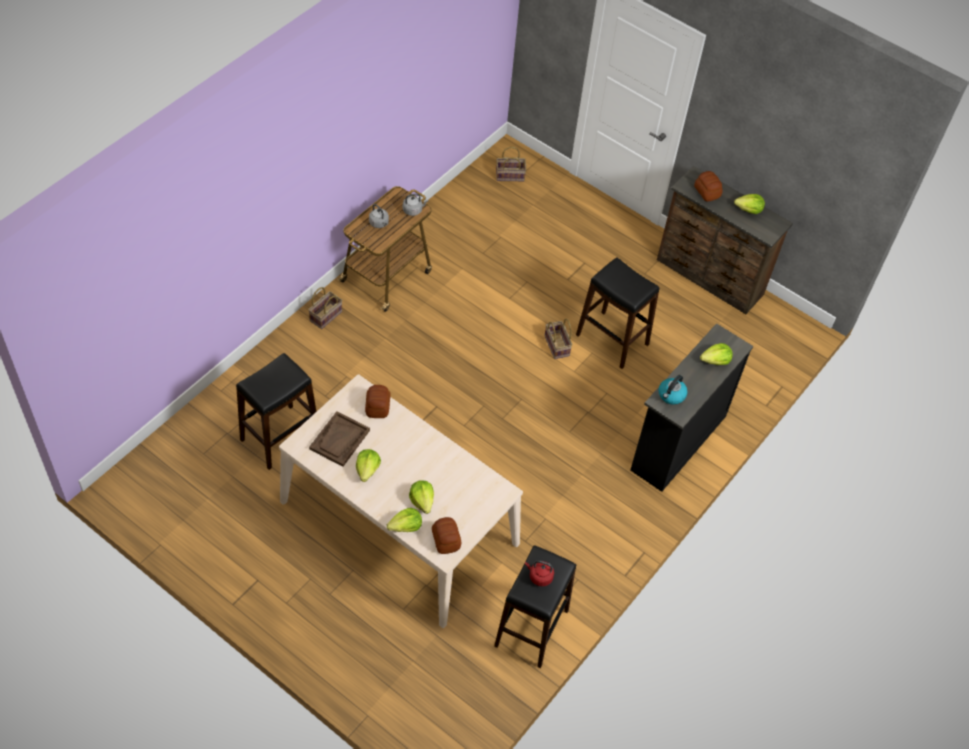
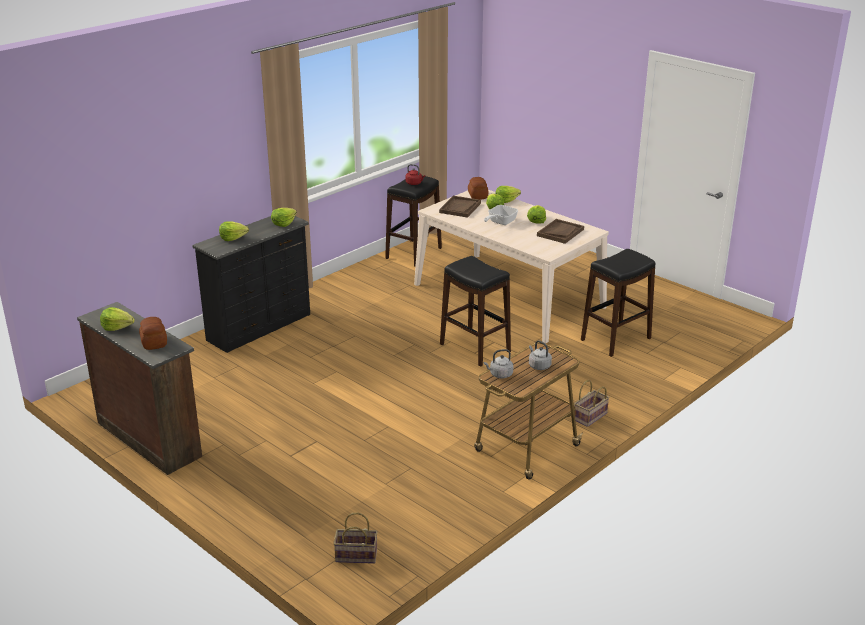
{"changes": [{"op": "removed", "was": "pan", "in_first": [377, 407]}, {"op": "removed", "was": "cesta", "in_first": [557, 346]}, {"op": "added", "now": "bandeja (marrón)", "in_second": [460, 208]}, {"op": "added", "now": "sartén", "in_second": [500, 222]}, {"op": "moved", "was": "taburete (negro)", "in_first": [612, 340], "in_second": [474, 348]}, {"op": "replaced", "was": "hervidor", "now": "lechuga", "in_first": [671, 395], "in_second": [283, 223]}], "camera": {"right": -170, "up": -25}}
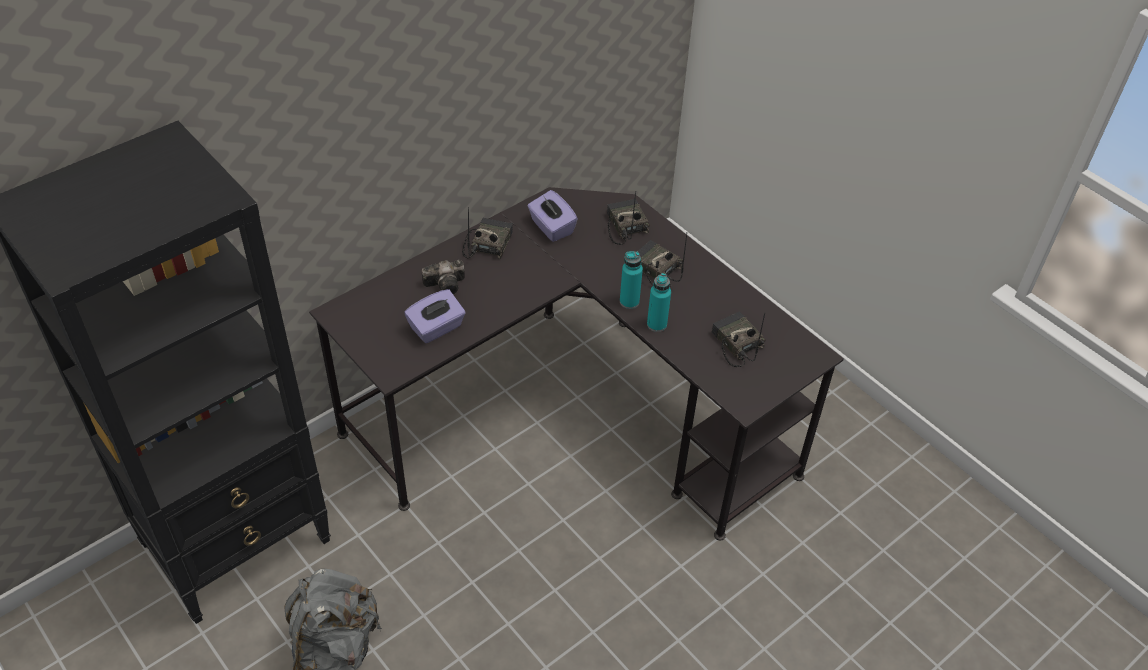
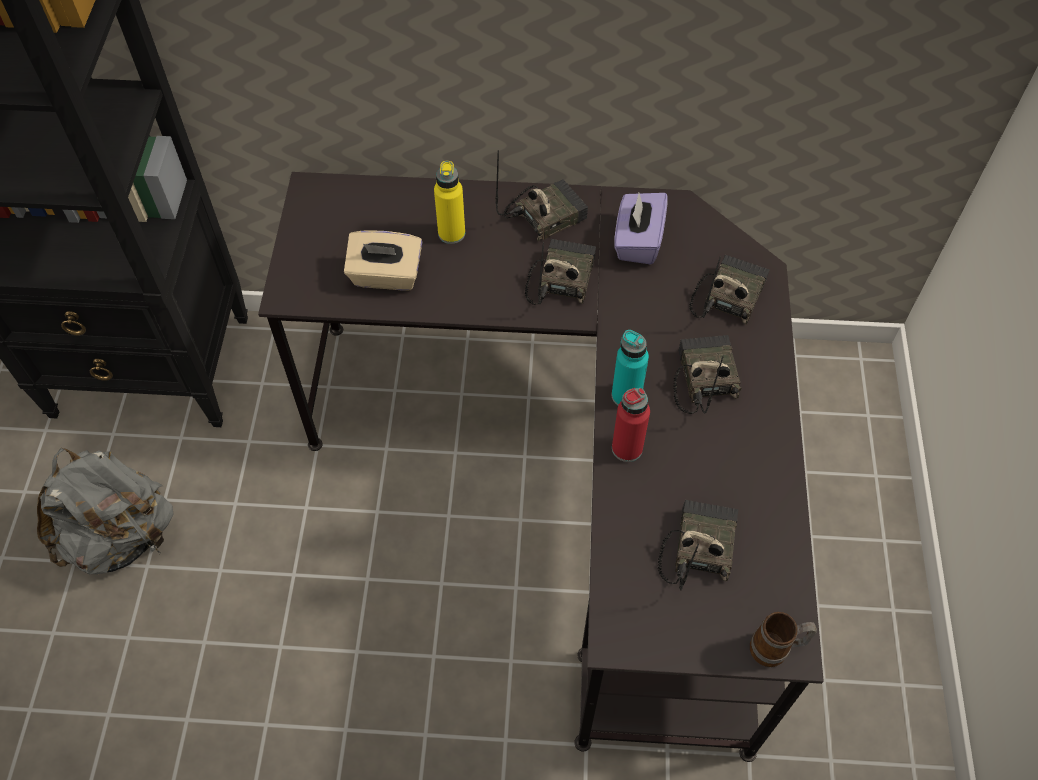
{"changes": [{"op": "added", "now": "radio", "in_second": [560, 279]}, {"op": "added", "now": "taza grande", "in_second": [776, 649]}, {"op": "replaced", "was": "cámara", "now": "botella (amarillo)", "in_first": [447, 284], "in_second": [451, 233]}, {"op": "recoloured", "was": "caja de pañuelos (morado)", "now": "caja de pañuelos (beis)", "in_first": [436, 328], "in_second": [386, 276]}, {"op": "recoloured", "was": "botella (turquesa)", "now": "botella (rojo)", "in_first": [656, 324], "in_second": [627, 448]}], "camera": {"right": 45, "up": 10}}
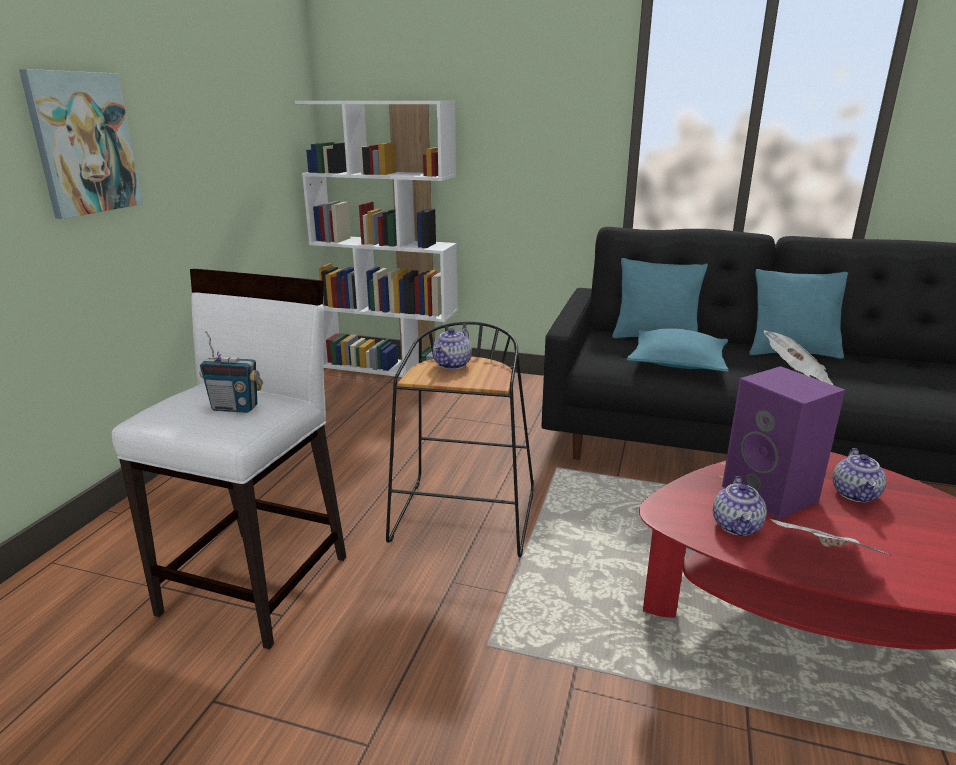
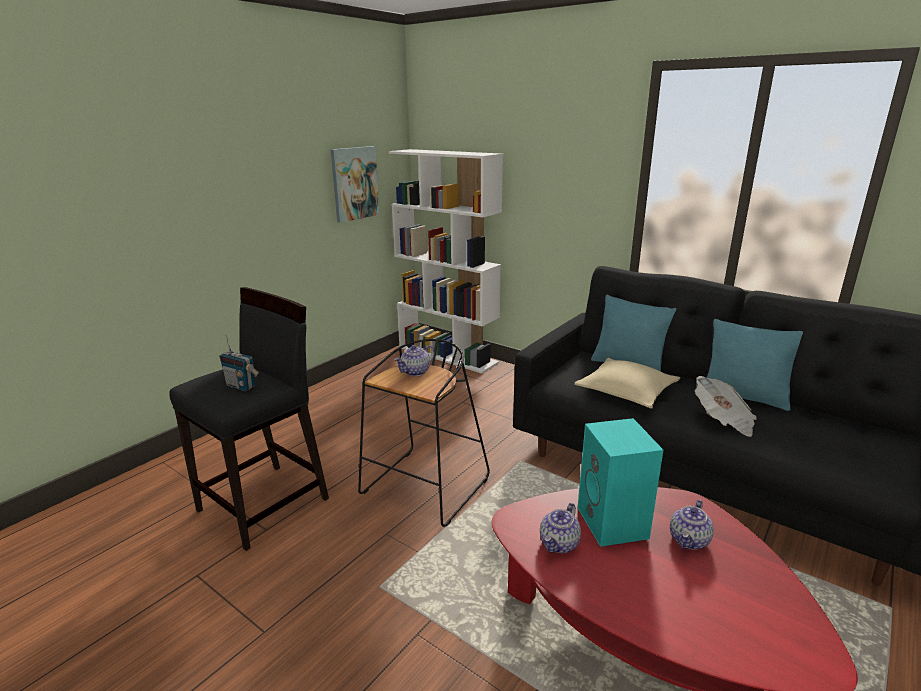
{"changes": [{"op": "removed", "was": "periódico", "in_first": [823, 561]}, {"op": "moved", "was": "cuadro", "in_first": [83, 143], "in_second": [354, 183]}, {"op": "recoloured", "was": "taburete (blanco)", "now": "taburete (negro)", "in_first": [258, 583], "in_second": [265, 504]}, {"op": "recoloured", "was": "cojín (turquesa)", "now": "cojín (beis)", "in_first": [677, 363], "in_second": [626, 392]}, {"op": "recoloured", "was": "altavoz (morado)", "now": "altavoz (turquesa)", "in_first": [772, 494], "in_second": [614, 524]}], "camera": {"right": 20, "up": 0}}
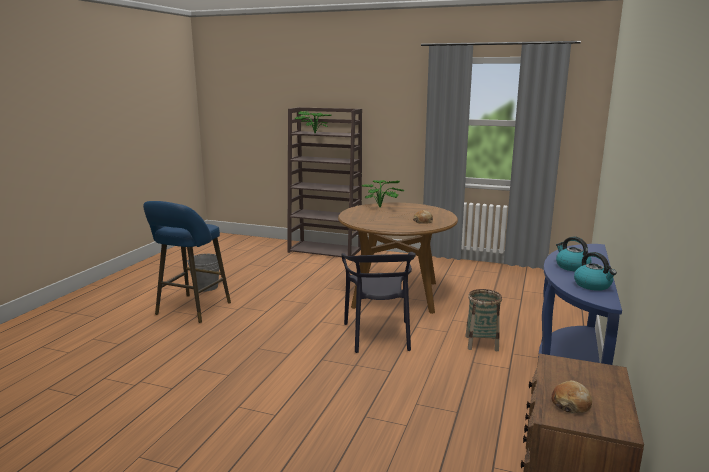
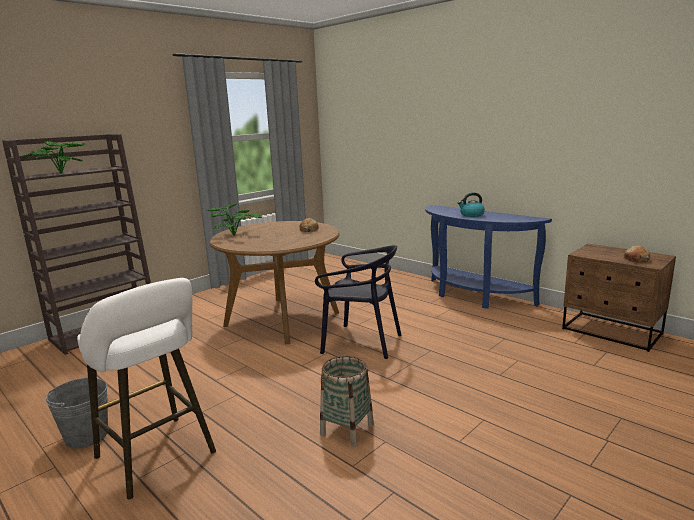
{"changes": [{"op": "removed", "was": "hervidor", "in_first": [593, 285]}, {"op": "moved", "was": "cesta", "in_first": [481, 343], "in_second": [347, 429]}, {"op": "recoloured", "was": "taburete (azul)", "now": "taburete (blanco)", "in_first": [191, 310], "in_second": [159, 457]}], "camera": {"right": -65, "up": 0}}
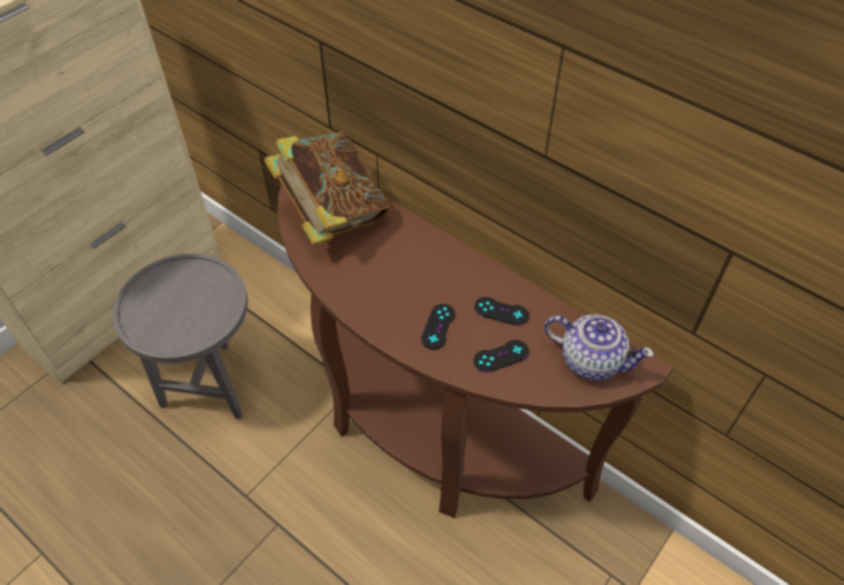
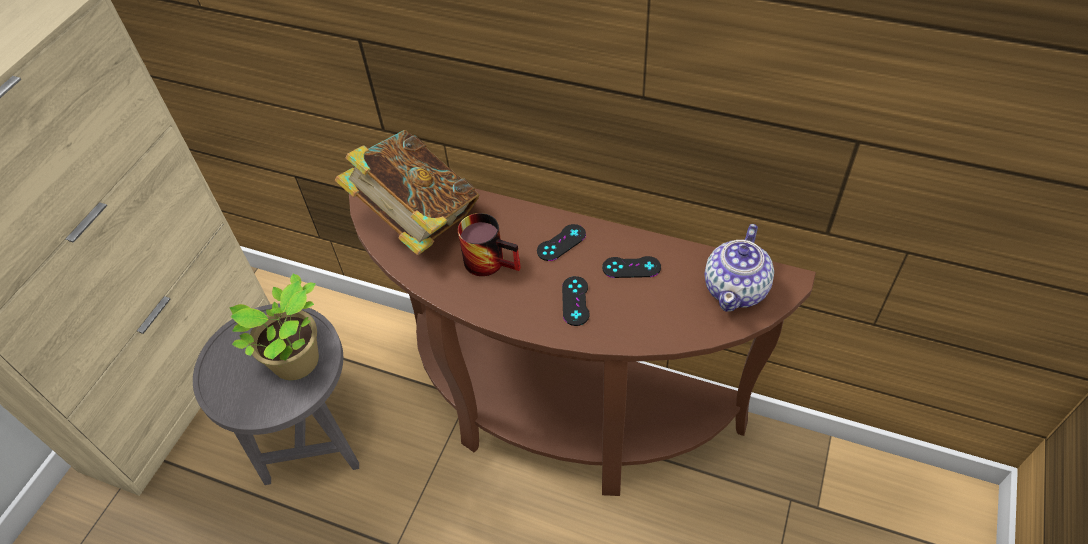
{"changes": [{"op": "added", "now": "planta en maceta", "in_second": [298, 363]}, {"op": "added", "now": "taza grande", "in_second": [492, 260]}, {"op": "moved", "was": "mando de consola (negro)", "in_first": [501, 356], "in_second": [561, 243]}, {"op": "turned", "was": "tetera", "in_first": [590, 360], "in_second": [736, 289], "clockwise": 105}], "camera": {"right": -15, "up": 0}}
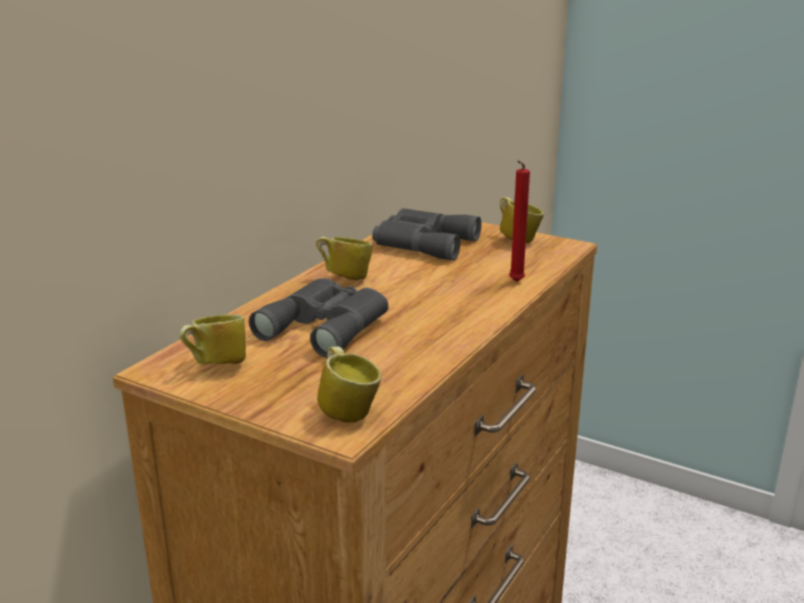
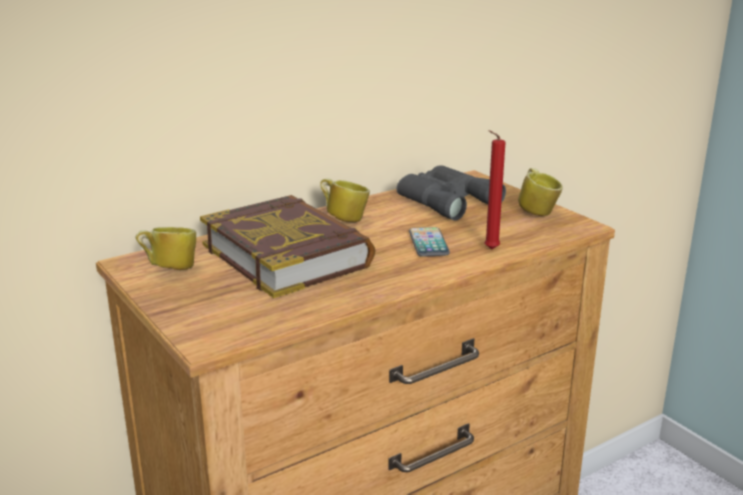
{"changes": [{"op": "removed", "was": "taza grande", "in_first": [348, 411]}, {"op": "added", "now": "móvil", "in_second": [428, 243]}, {"op": "replaced", "was": "prismáticos (gris)", "now": "libro", "in_first": [327, 325], "in_second": [287, 255]}], "camera": {"right": 25, "up": 0}}
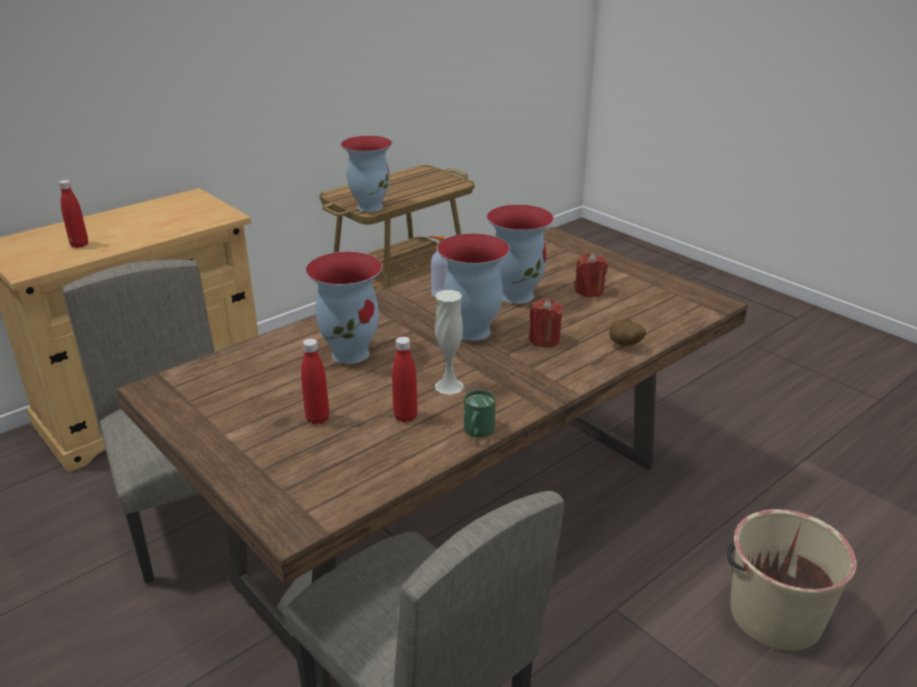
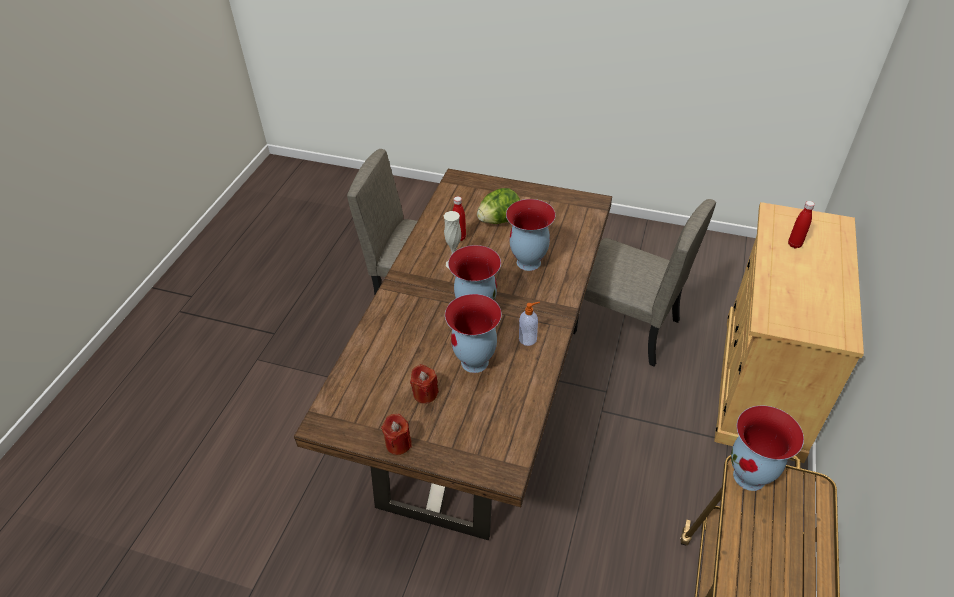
{"changes": [{"op": "removed", "was": "taza grande (verde)", "in_first": [477, 432]}, {"op": "removed", "was": "patata", "in_first": [624, 346]}, {"op": "removed", "was": "cubo (beis)", "in_first": [774, 614]}, {"op": "moved", "was": "vela (rojo)", "in_first": [544, 340], "in_second": [398, 444]}, {"op": "replaced", "was": "botella (rojo)", "now": "lechuga", "in_first": [317, 418], "in_second": [499, 220]}], "camera": {"right": 150, "up": 15}}
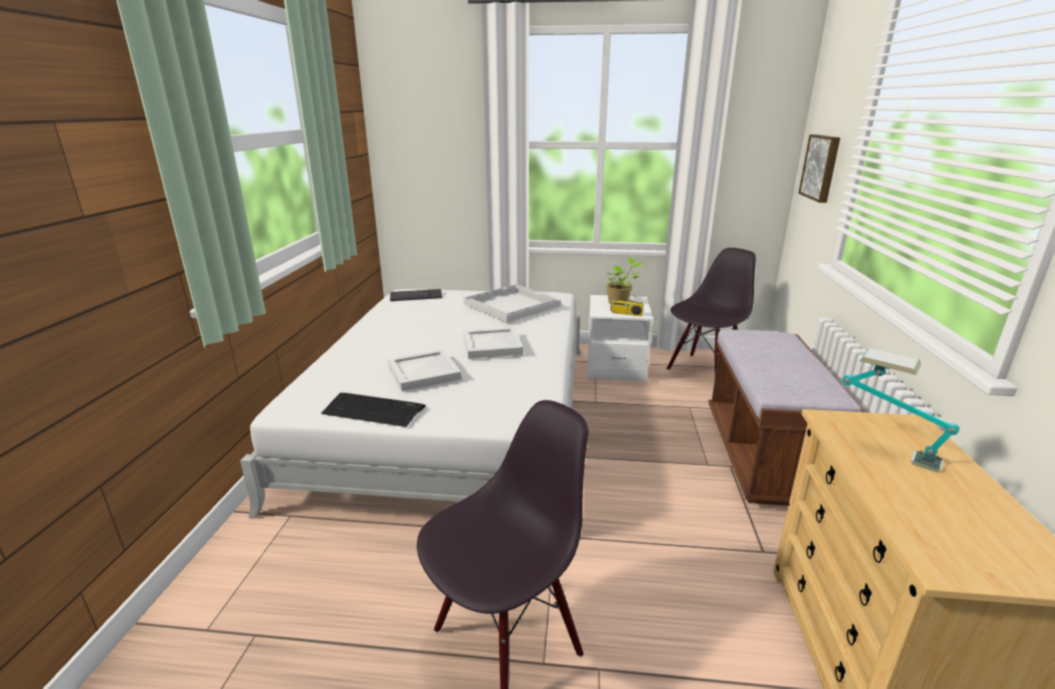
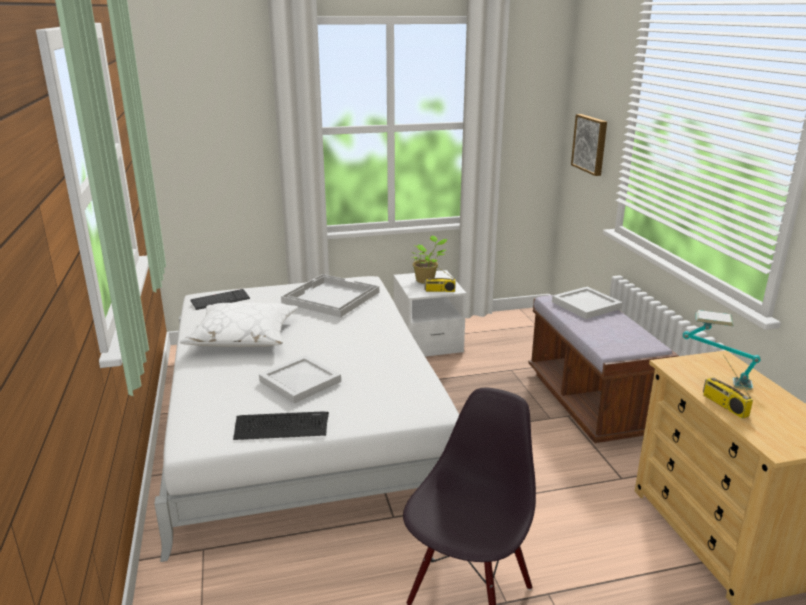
{"changes": [{"op": "removed", "was": "silla (negro)", "in_first": [704, 371]}, {"op": "added", "now": "cojín (blanco)", "in_second": [243, 336]}, {"op": "added", "now": "radio", "in_second": [723, 405]}, {"op": "moved", "was": "bandeja (blanco)", "in_first": [493, 346], "in_second": [587, 305]}], "camera": {"right": -20, "up": 0}}
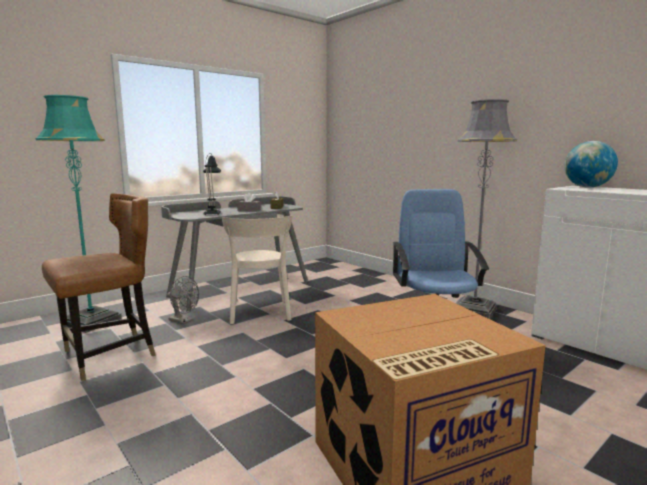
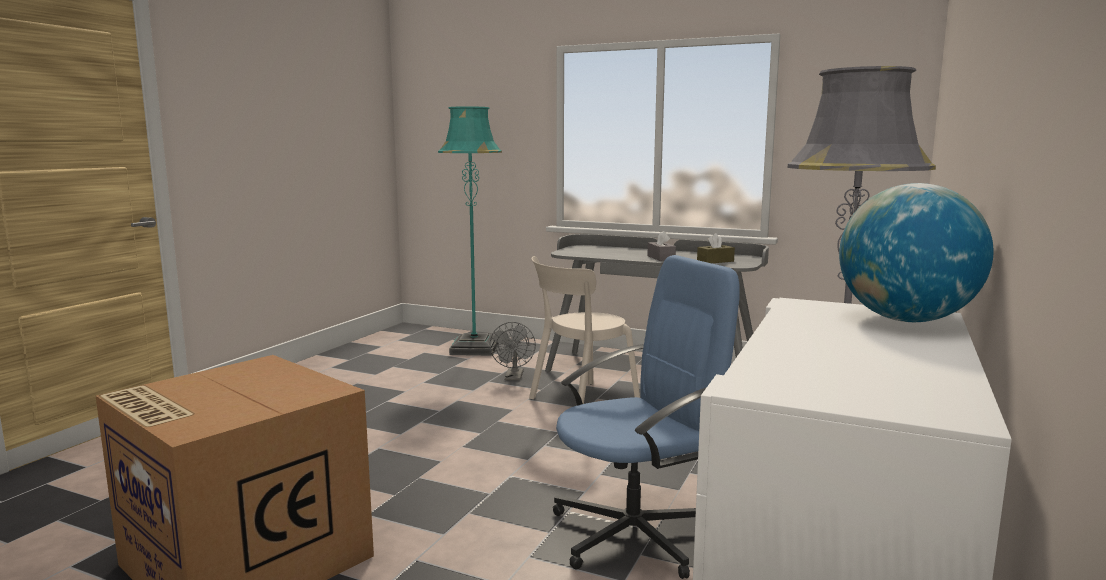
{"changes": [{"op": "removed", "was": "silla (marrón)", "in_first": [109, 355]}, {"op": "removed", "was": "lámpara de mesa", "in_first": [212, 213]}], "camera": {"right": 65, "up": 0}}
